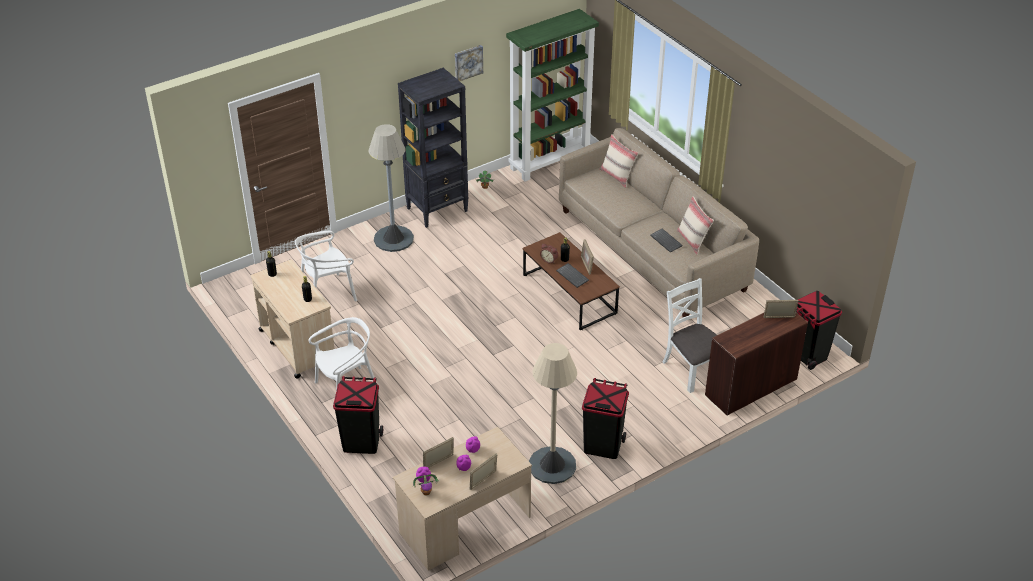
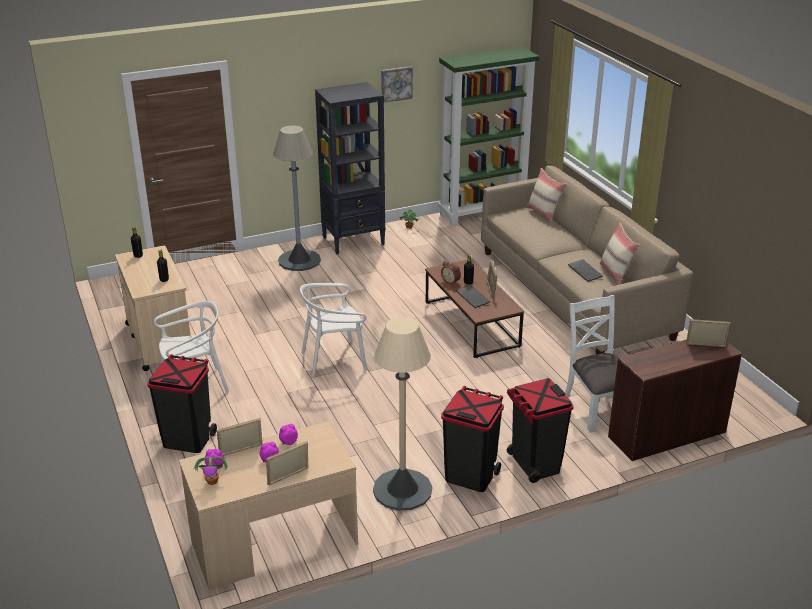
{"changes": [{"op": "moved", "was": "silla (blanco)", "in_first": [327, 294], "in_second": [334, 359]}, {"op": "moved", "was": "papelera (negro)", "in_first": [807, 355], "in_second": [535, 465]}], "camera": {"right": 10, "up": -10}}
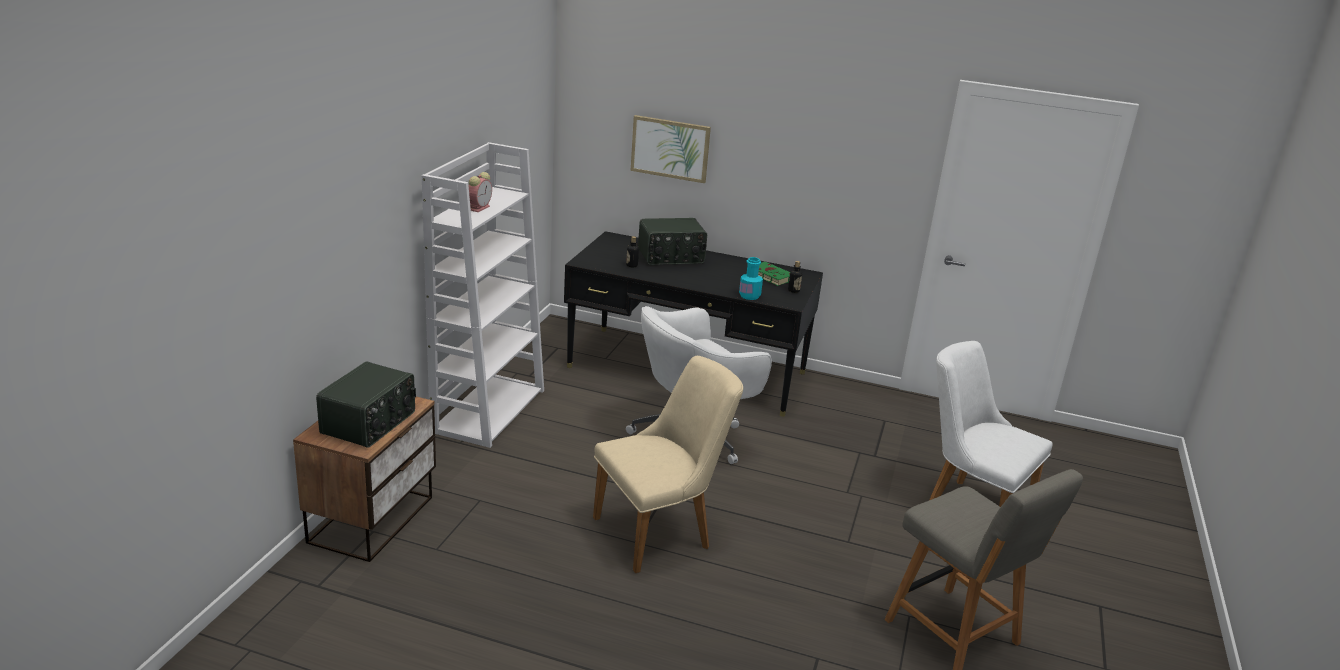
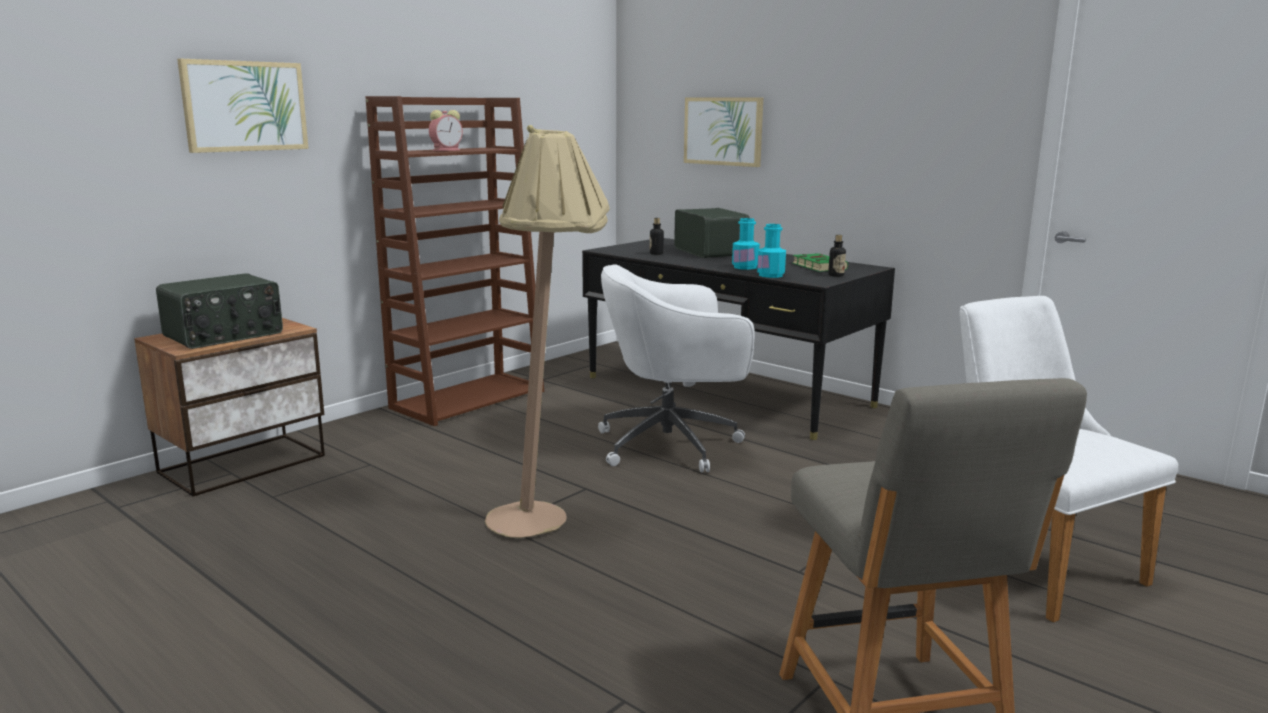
{"changes": [{"op": "added", "now": "cuadro", "in_second": [245, 106]}, {"op": "added", "now": "botella (turquesa)", "in_second": [745, 267]}, {"op": "replaced", "was": "silla (beis)", "now": "lámpara de pie (beis)", "in_first": [662, 531], "in_second": [546, 520]}, {"op": "recoloured", "was": "estantería (blanco)", "now": "estantería (marrón)", "in_first": [489, 410], "in_second": [469, 399]}, {"op": "turned", "was": "radio", "in_first": [671, 257], "in_second": [711, 251], "clockwise": -120}], "camera": {"right": 25, "up": -10}}
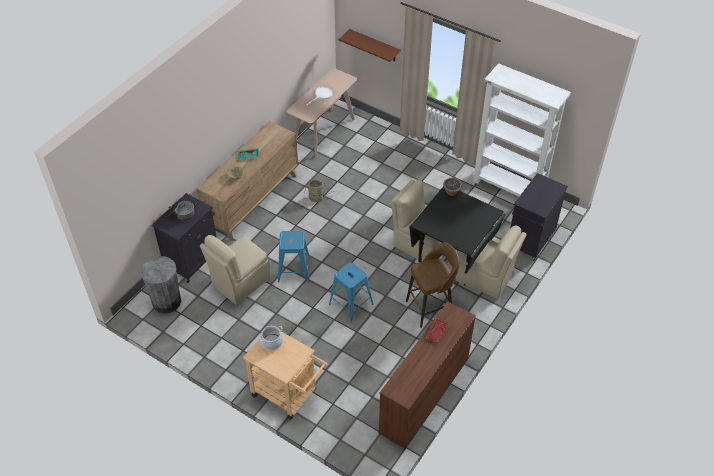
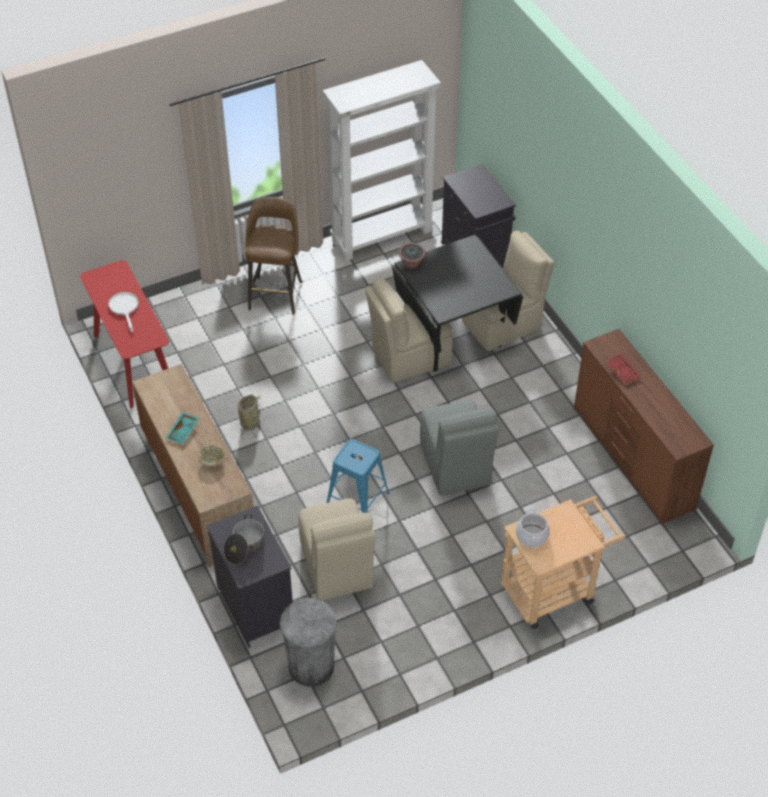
{"changes": [{"op": "removed", "was": "estante (marrón)", "in_first": [374, 46]}, {"op": "moved", "was": "taburete (marrón)", "in_first": [430, 308], "in_second": [276, 294]}, {"op": "replaced", "was": "taburete (azul)", "now": "silla (gris)", "in_first": [351, 304], "in_second": [455, 466]}, {"op": "recoloured", "was": "mesa consola (beis)", "now": "mesa consola (rojo)", "in_first": [323, 132], "in_second": [133, 362]}], "camera": {"right": -60, "up": 0}}
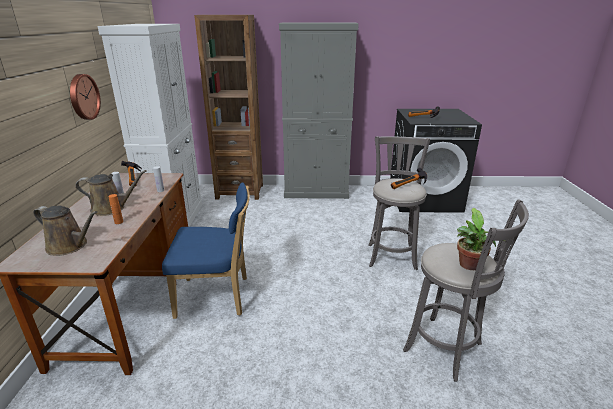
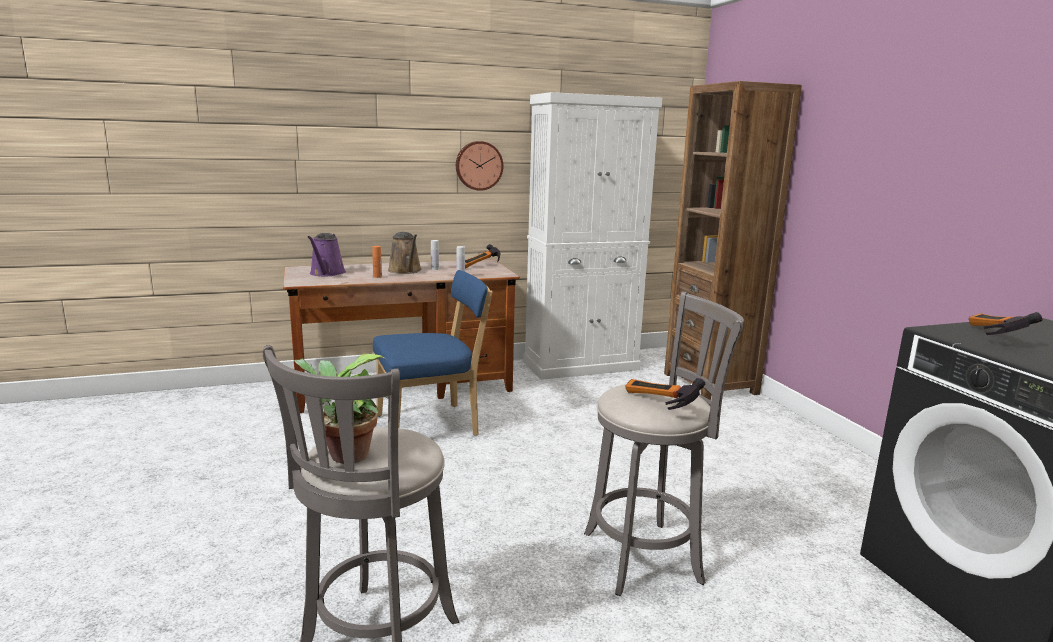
{"changes": [{"op": "removed", "was": "armario (gris)", "in_first": [316, 191]}, {"op": "recoloured", "was": "regadera (marrón)", "now": "regadera (morado)", "in_first": [70, 246], "in_second": [326, 273]}, {"op": "turned", "was": "silla (azul)", "in_first": [217, 297], "in_second": [432, 425], "clockwise": -90}], "camera": {"right": 70, "up": -10}}
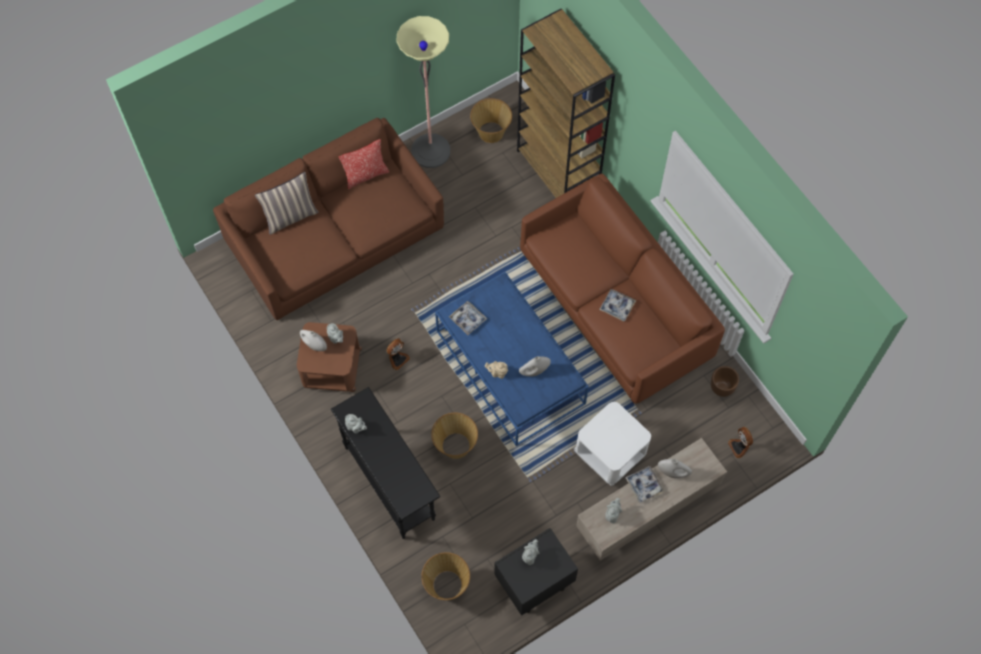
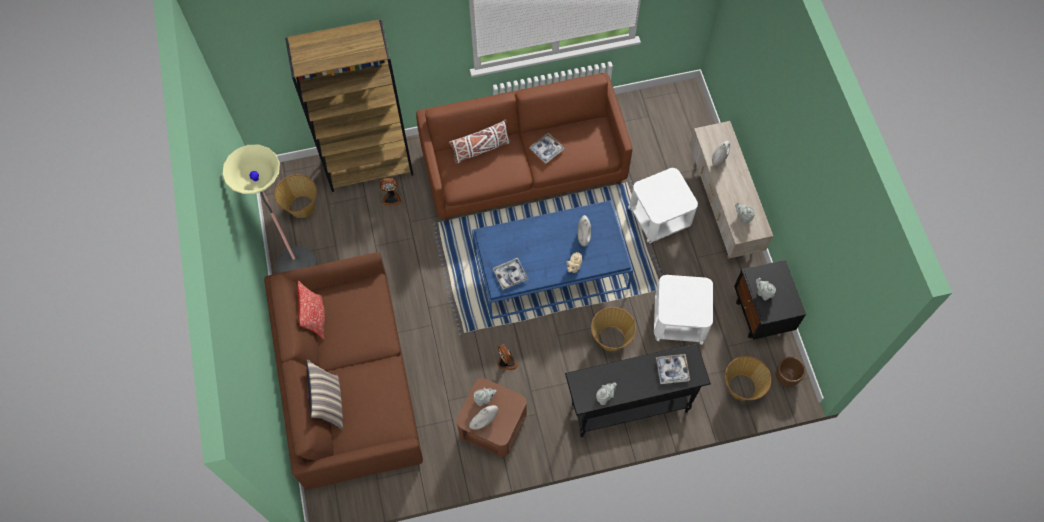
{"changes": [{"op": "added", "now": "cojín (blanco)", "in_second": [481, 149]}, {"op": "added", "now": "mesa auxiliar (blanco)", "in_second": [679, 318]}, {"op": "moved", "was": "bandeja", "in_first": [644, 485], "in_second": [672, 370]}, {"op": "moved", "was": "maceta (marrón)", "in_first": [722, 388], "in_second": [786, 377]}, {"op": "moved", "was": "ventilador", "in_first": [739, 446], "in_second": [391, 198]}], "camera": {"right": -70, "up": 0}}
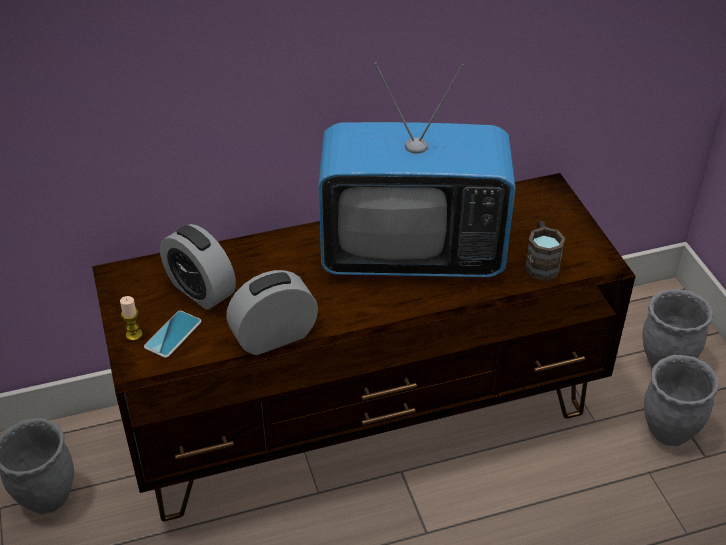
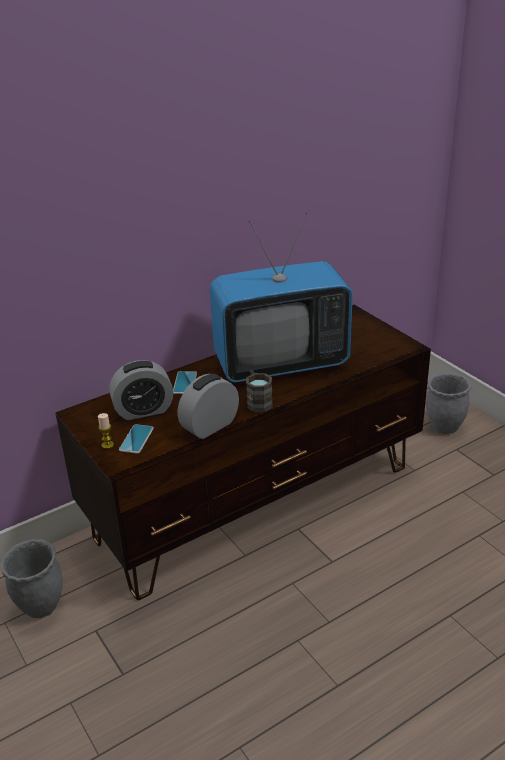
{"changes": [{"op": "removed", "was": "maceta (gris)", "in_first": [668, 431]}, {"op": "added", "now": "móvil", "in_second": [185, 383]}, {"op": "moved", "was": "taza grande (marrón)", "in_first": [540, 263], "in_second": [257, 401]}, {"op": "turned", "was": "despertador", "in_first": [201, 290], "in_second": [143, 410], "clockwise": -45}], "camera": {"right": -15, "up": -10}}
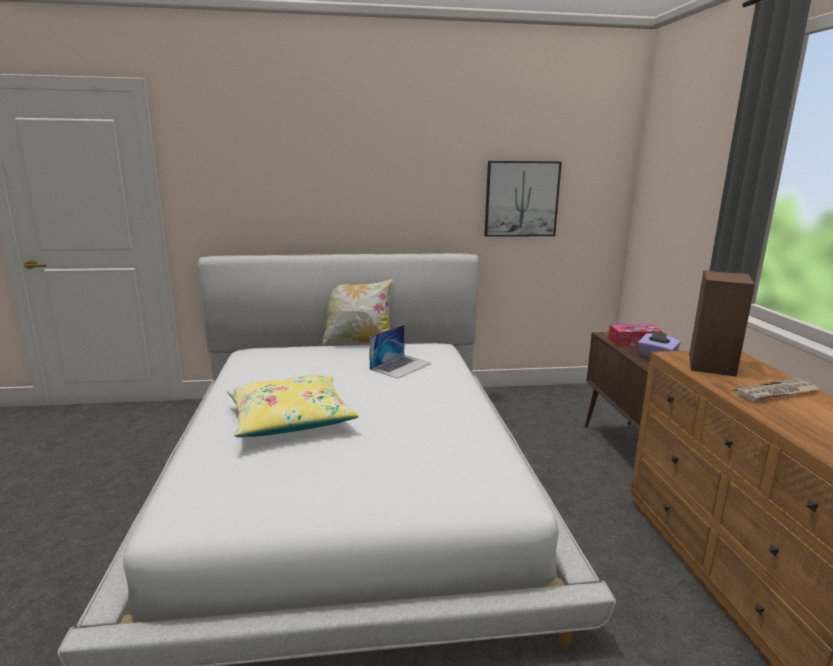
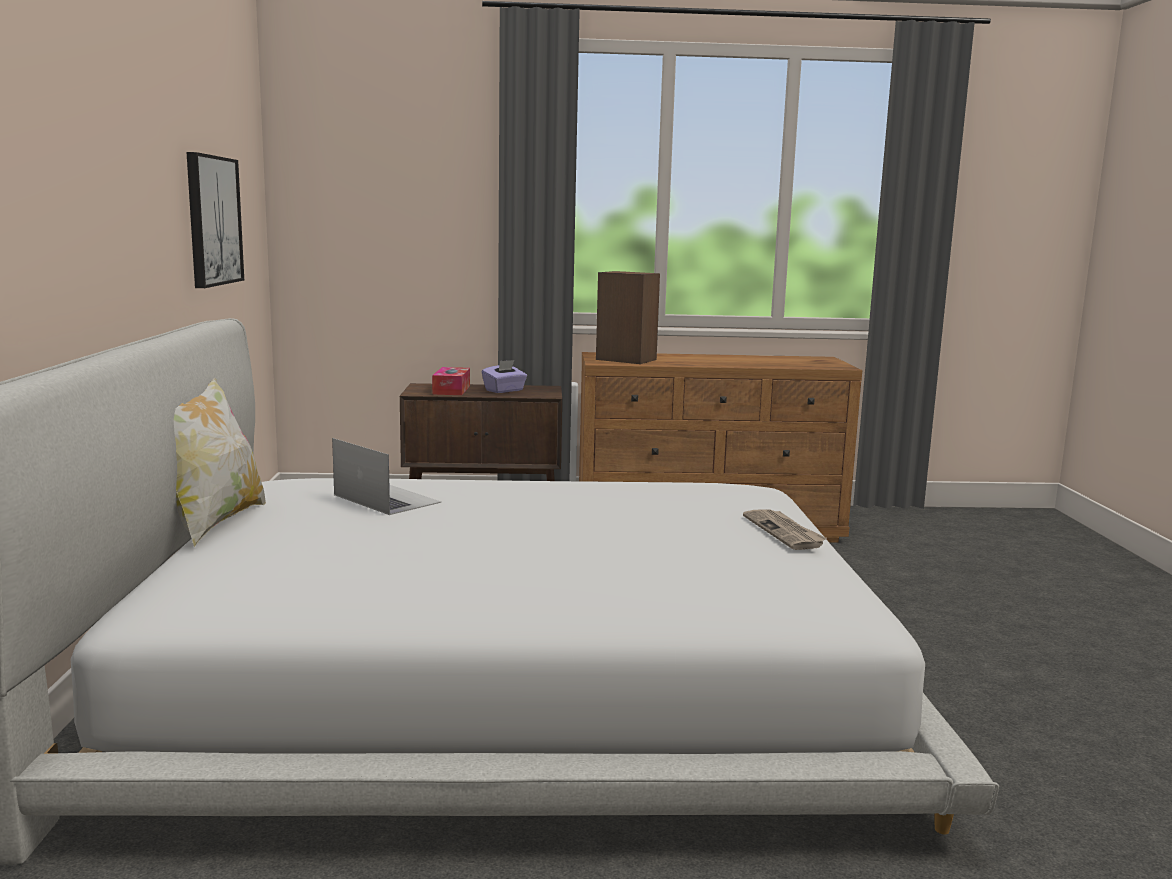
{"changes": [{"op": "removed", "was": "cojín (amarillo)", "in_first": [290, 419]}, {"op": "moved", "was": "periódico", "in_first": [776, 393], "in_second": [784, 532]}], "camera": {"right": -85, "up": -5}}
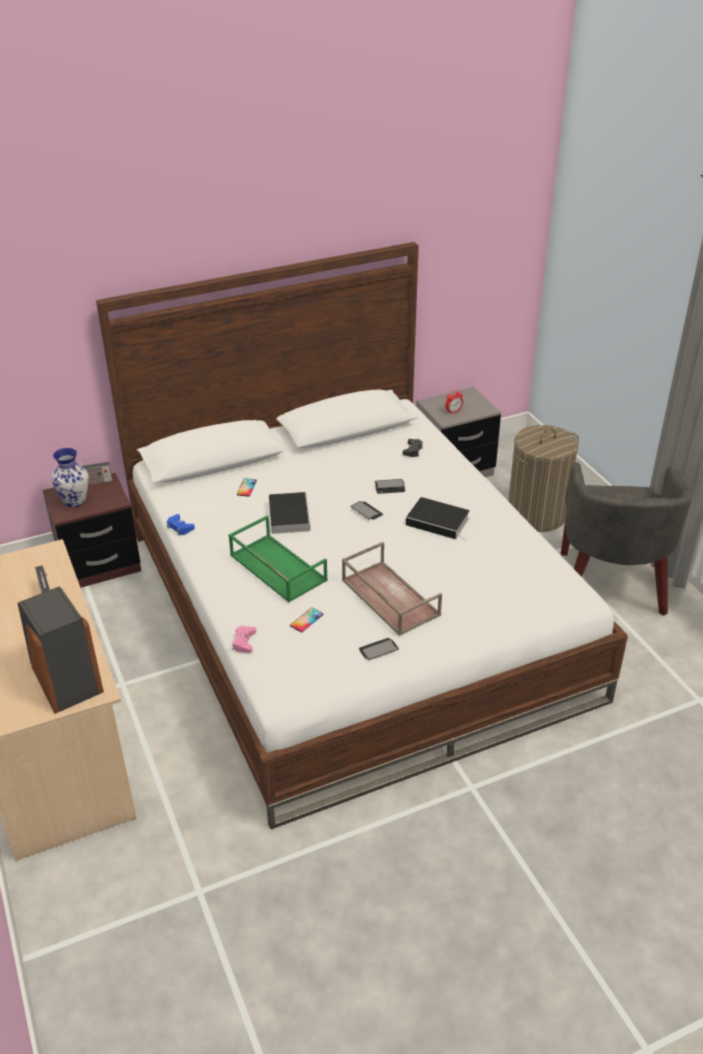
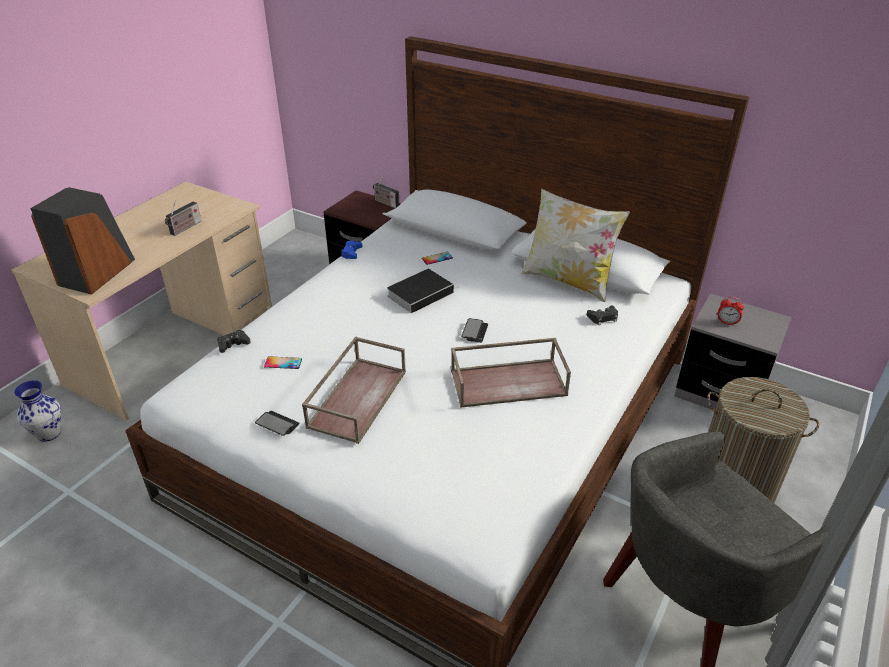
{"changes": [{"op": "removed", "was": "bandeja (verde)", "in_first": [276, 567]}, {"op": "removed", "was": "móvil", "in_first": [390, 487]}, {"op": "added", "now": "cojín", "in_second": [568, 281]}, {"op": "moved", "was": "florero", "in_first": [75, 501], "in_second": [48, 434]}, {"op": "replaced", "was": "libro", "now": "bandeja (marrón)", "in_first": [439, 522], "in_second": [509, 382]}, {"op": "recoloured", "was": "mando de consola (rosa)", "now": "mando de consola (negro)", "in_first": [244, 642], "in_second": [233, 344]}], "camera": {"right": 55, "up": 0}}
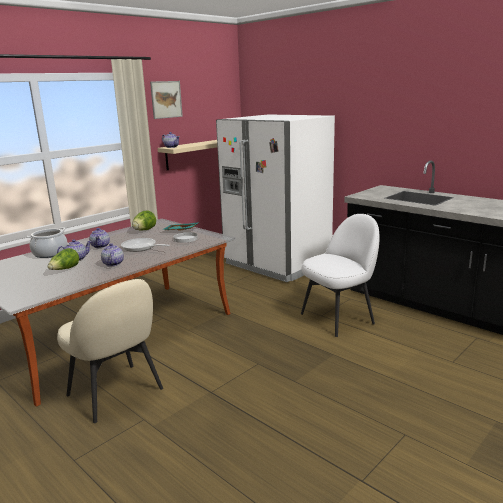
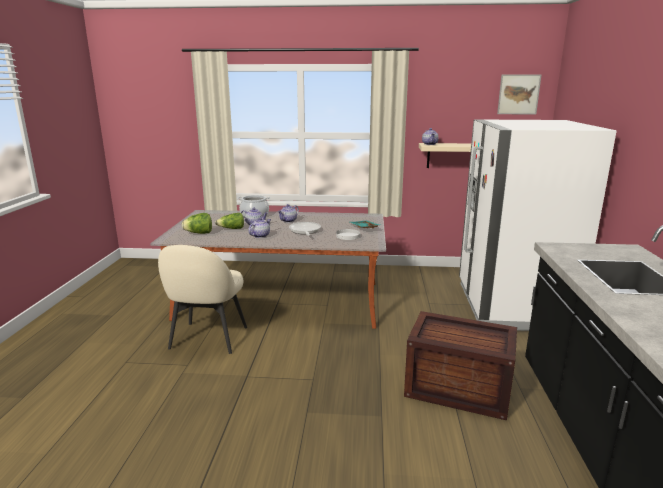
{"changes": [{"op": "moved", "was": "lechuga", "in_first": [144, 230], "in_second": [199, 233]}, {"op": "moved", "was": "cuadro", "in_first": [166, 99], "in_second": [518, 94]}, {"op": "replaced", "was": "silla (blanco)", "now": "caja de embalaje", "in_first": [338, 318], "in_second": [459, 389]}], "camera": {"right": 50, "up": 0}}
